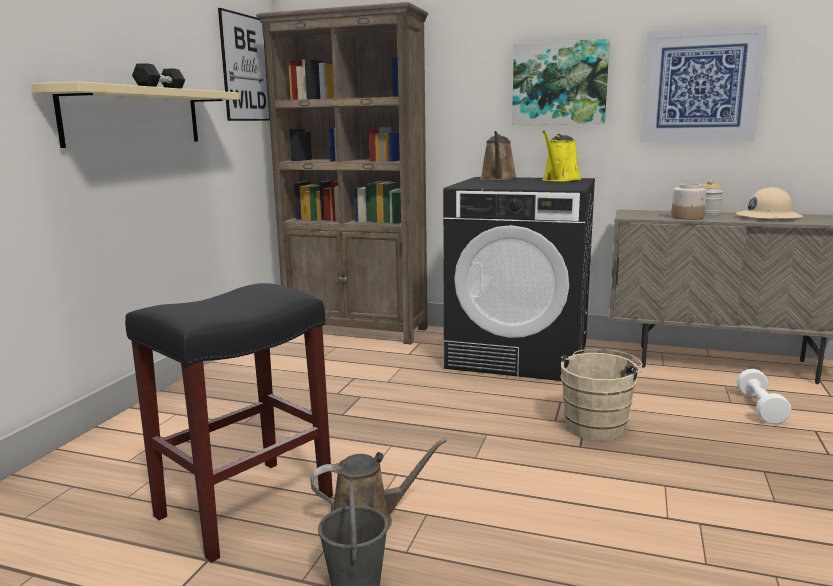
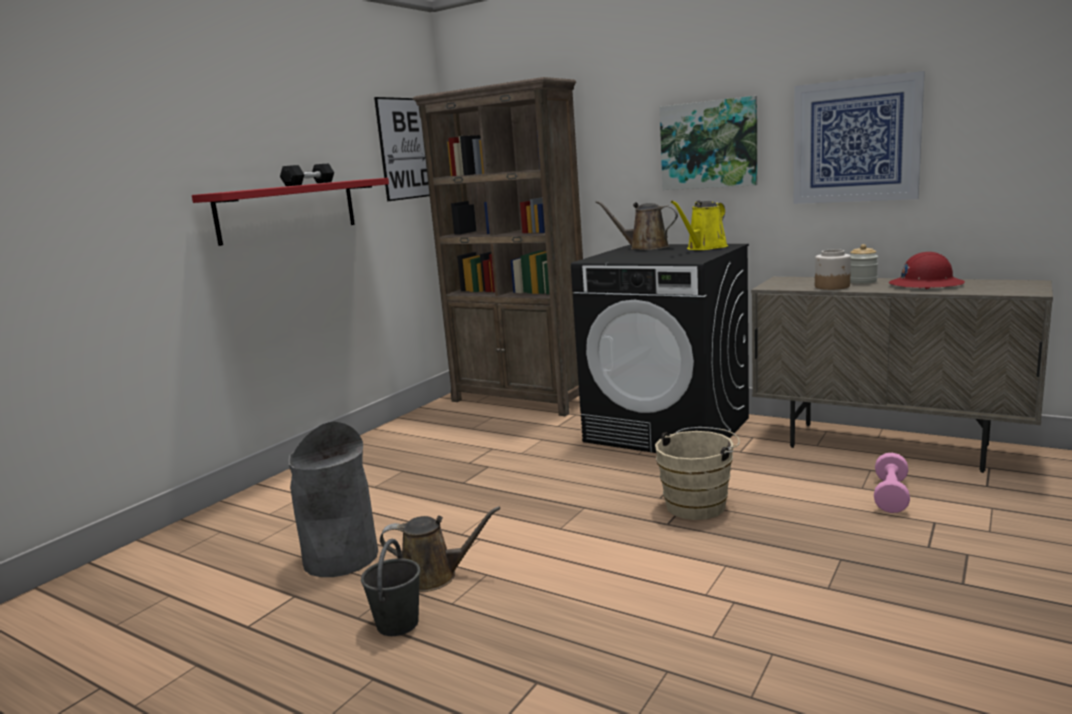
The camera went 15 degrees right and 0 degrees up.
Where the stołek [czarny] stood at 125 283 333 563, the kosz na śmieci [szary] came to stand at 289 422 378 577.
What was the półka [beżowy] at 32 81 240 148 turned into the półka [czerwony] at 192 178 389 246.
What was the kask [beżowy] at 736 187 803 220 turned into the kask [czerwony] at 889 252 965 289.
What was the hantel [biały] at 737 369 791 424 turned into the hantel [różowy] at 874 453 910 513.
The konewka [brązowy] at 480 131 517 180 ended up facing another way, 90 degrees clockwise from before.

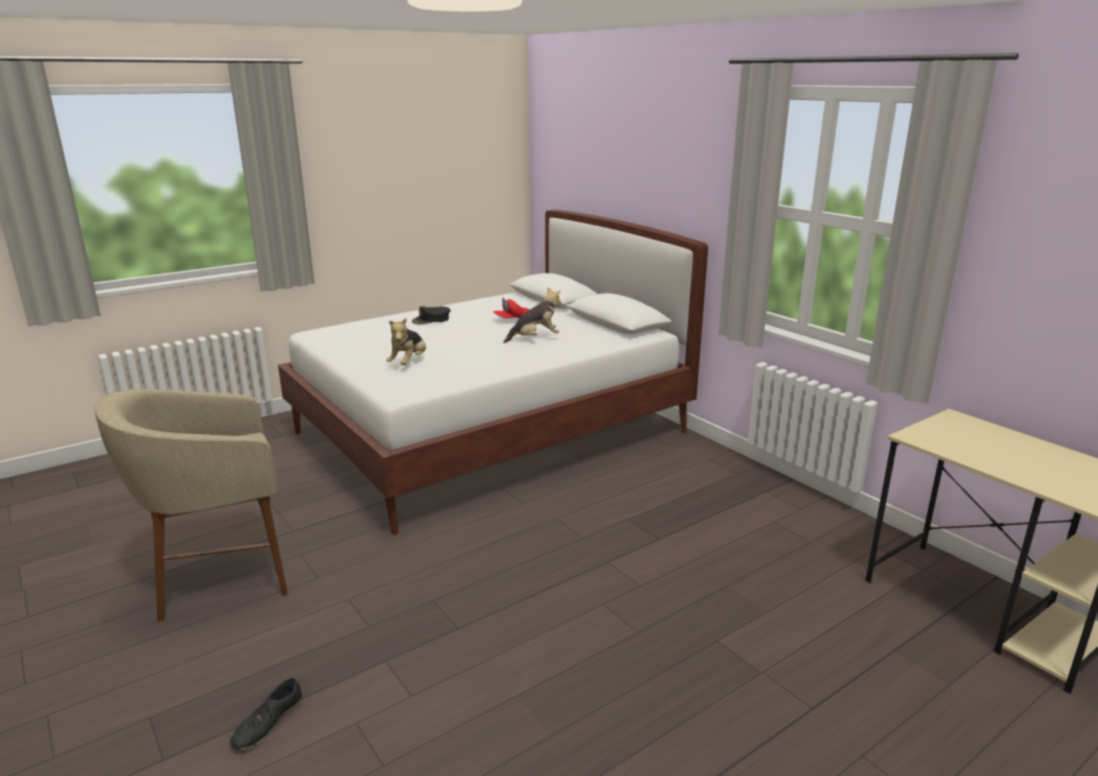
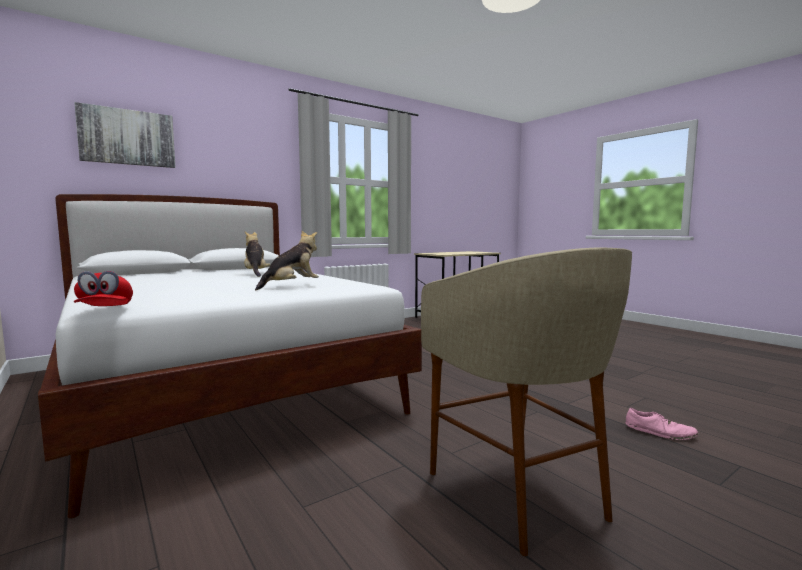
The camera went 90 degrees left and 15 degrees down.
The second view lost the czapka z daszkiem [czarny] at 412 306 451 324.
The second view gained the obraz at 74 102 176 168.
The czapka z daszkiem [czerwony] ended up elsewhere, having gone from 493 298 530 318 to 74 271 133 306.
What was the but [czarny] at 230 678 302 750 turned into the but [różowy] at 626 408 698 440.
The pluszak at 386 318 426 365 ended up facing another way, 60 degrees counterclockwise from before.

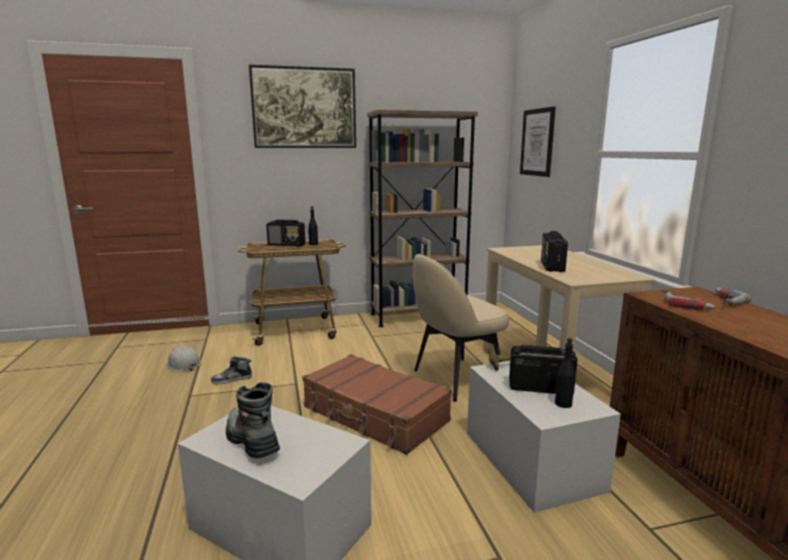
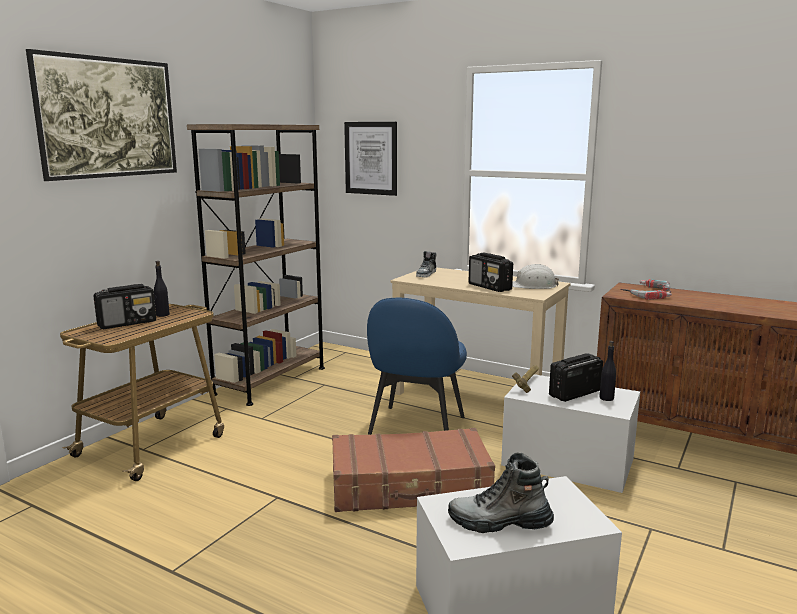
The camera went 45 degrees left and 0 degrees up.
The kask [biały] ended up elsewhere, having gone from 166 345 201 371 to 512 264 559 289.
The but ended up elsewhere, having gone from 211 356 252 385 to 416 251 437 278.
What was the krzesło [beżowy] at 413 254 509 402 turned into the krzesło [niebieski] at 367 298 467 435.

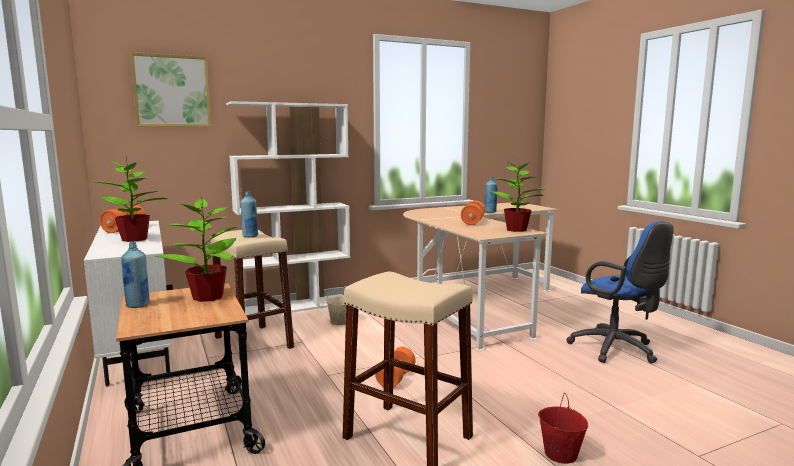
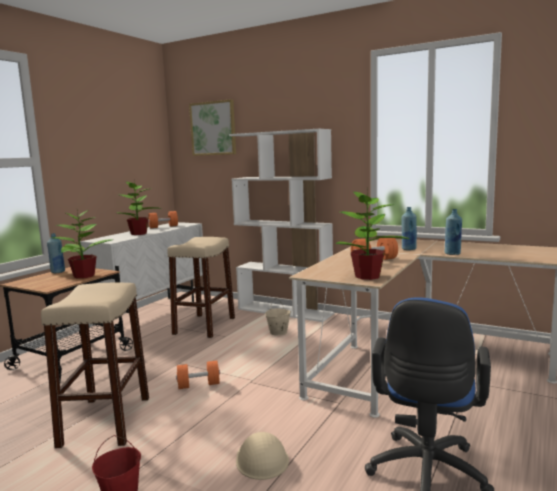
The camera went 55 degrees right and 0 degrees up.
The second view gained the kask [beżowy] at 236 432 289 480.
The butelka [niebieski] ended up elsewhere, having gone from 240 191 258 238 to 402 207 417 250.

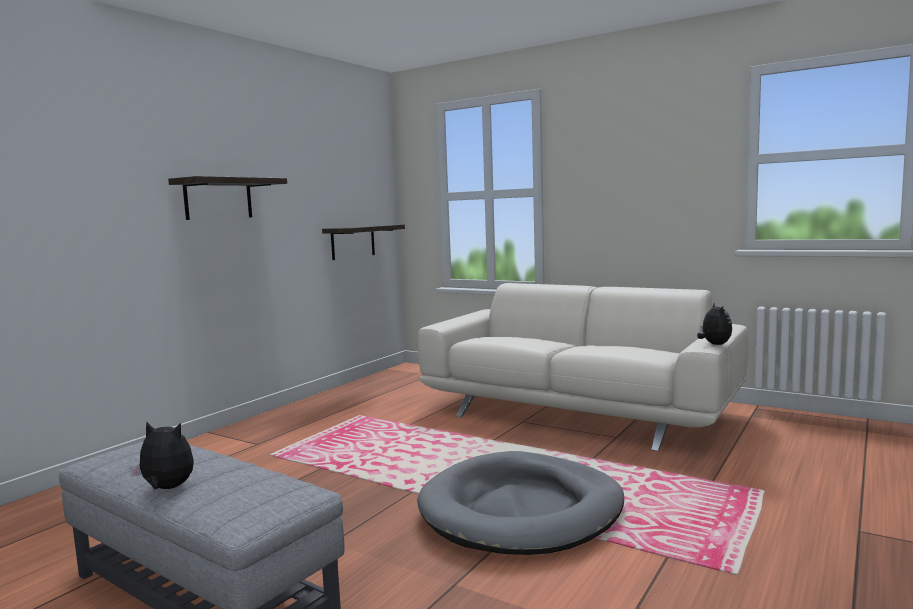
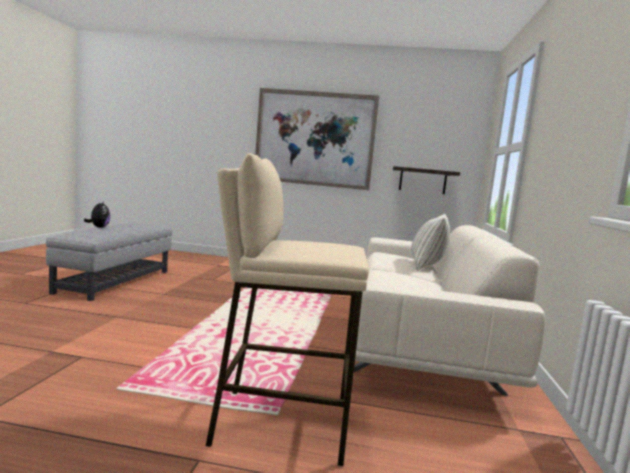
The camera went 65 degrees right and 0 degrees up.
The second view lost the legowisko [szary] at 417 451 624 555.
The second view lost the pluszak at 697 303 732 345.
The second view gained the stołek [beżowy] at 206 153 369 467.
The second view gained the poduszka at 411 214 450 270.
Where the półka hung at 168 176 287 220, the obraz came to hang at 255 88 379 190.

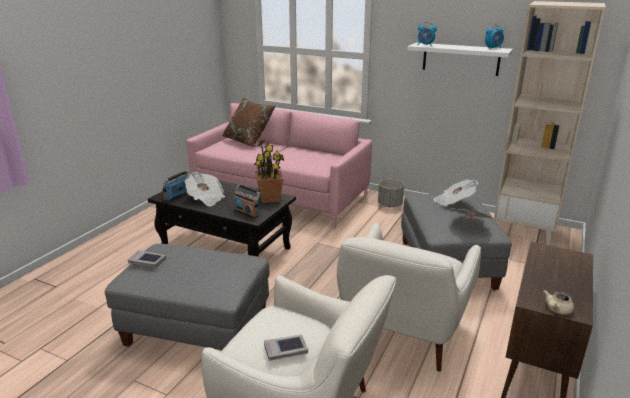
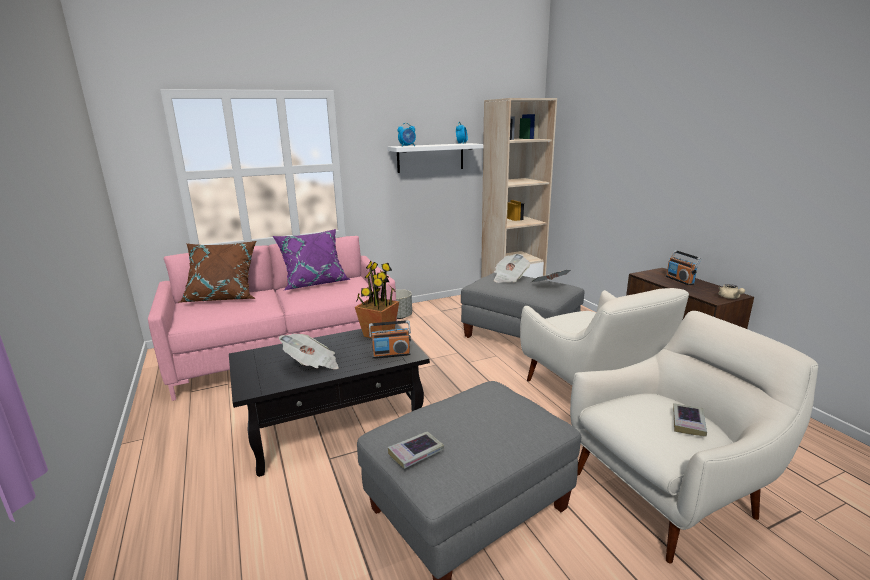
The camera went 50 degrees left and 5 degrees down.
The second view gained the poduszka [fioletowy] at 273 229 351 290.
The radio ended up elsewhere, having gone from 163 170 188 202 to 666 250 702 285.

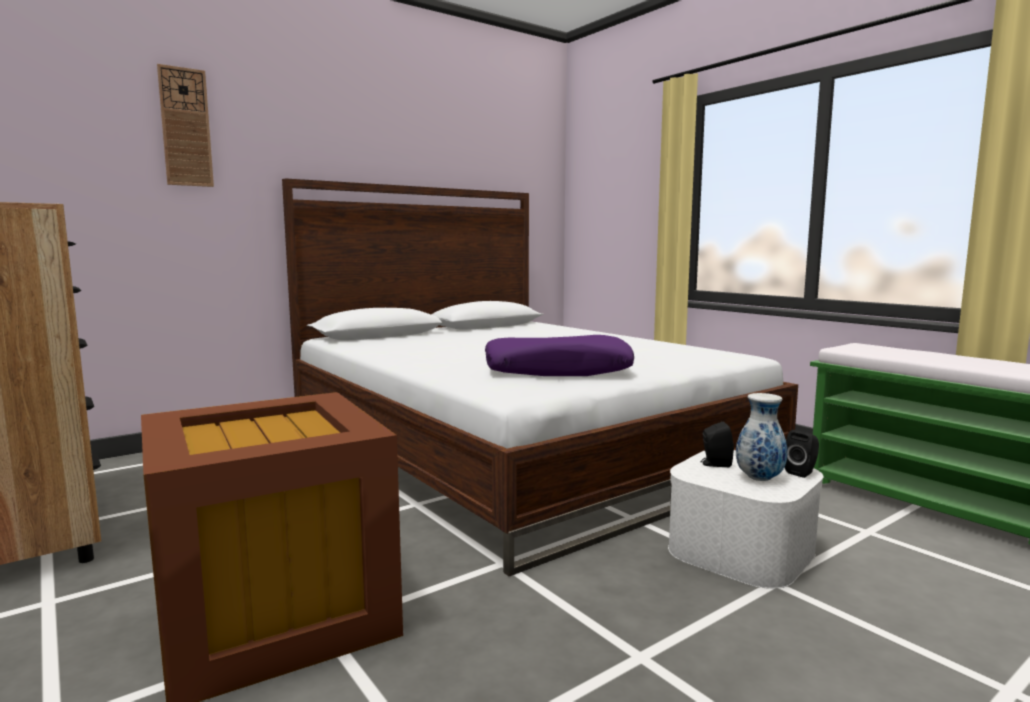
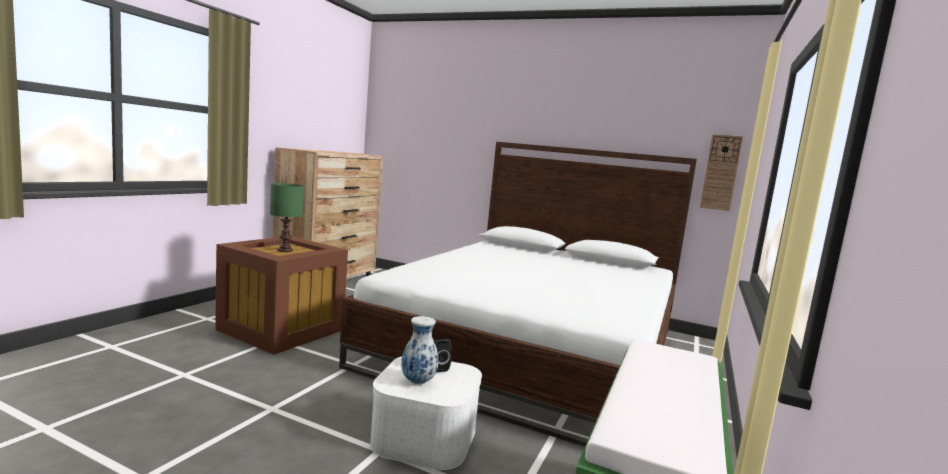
The camera went 60 degrees right and 0 degrees up.
The second view lost the poduszka [fioletowy] at 485 335 634 376.
The second view lost the głośnik [czarny] at 785 430 819 478.
The second view gained the lampa stołowa [zielony] at 270 183 304 252.
The zegar ścienny ended up elsewhere, having gone from 157 64 214 187 to 700 134 743 211.

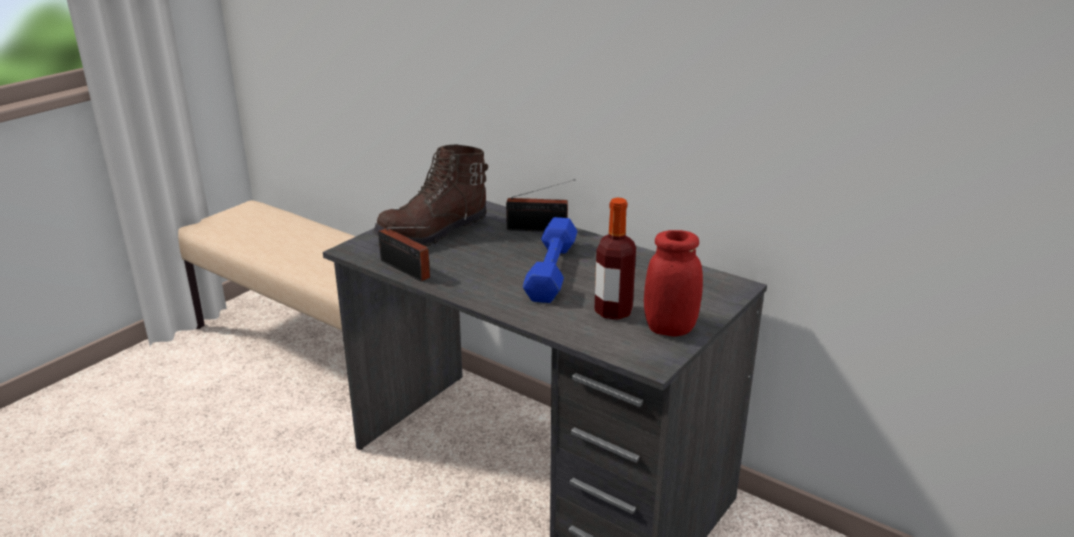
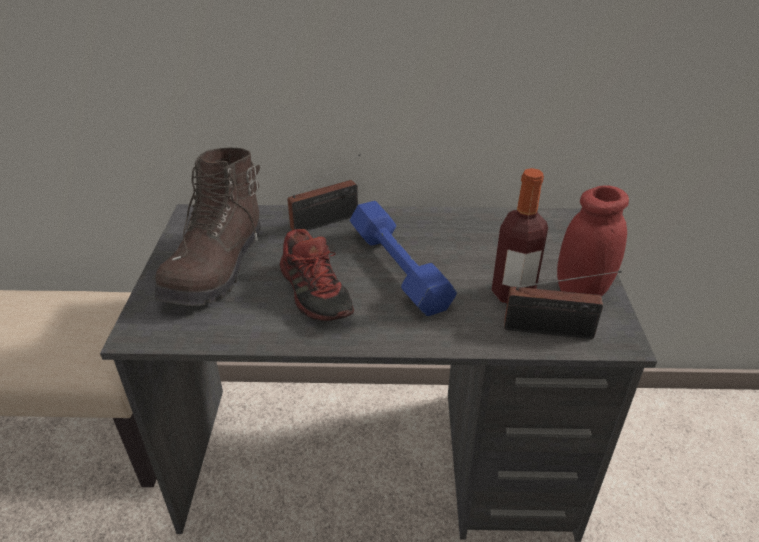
The camera went 35 degrees left and 10 degrees up.
The second view gained the but at 280 229 354 321.
The radio ended up elsewhere, having gone from 378 227 430 281 to 505 271 622 339.

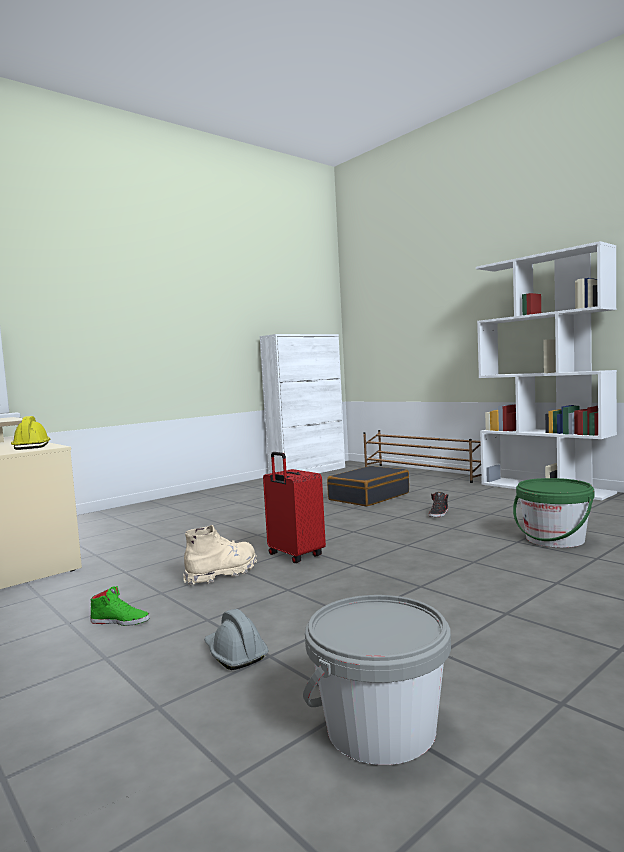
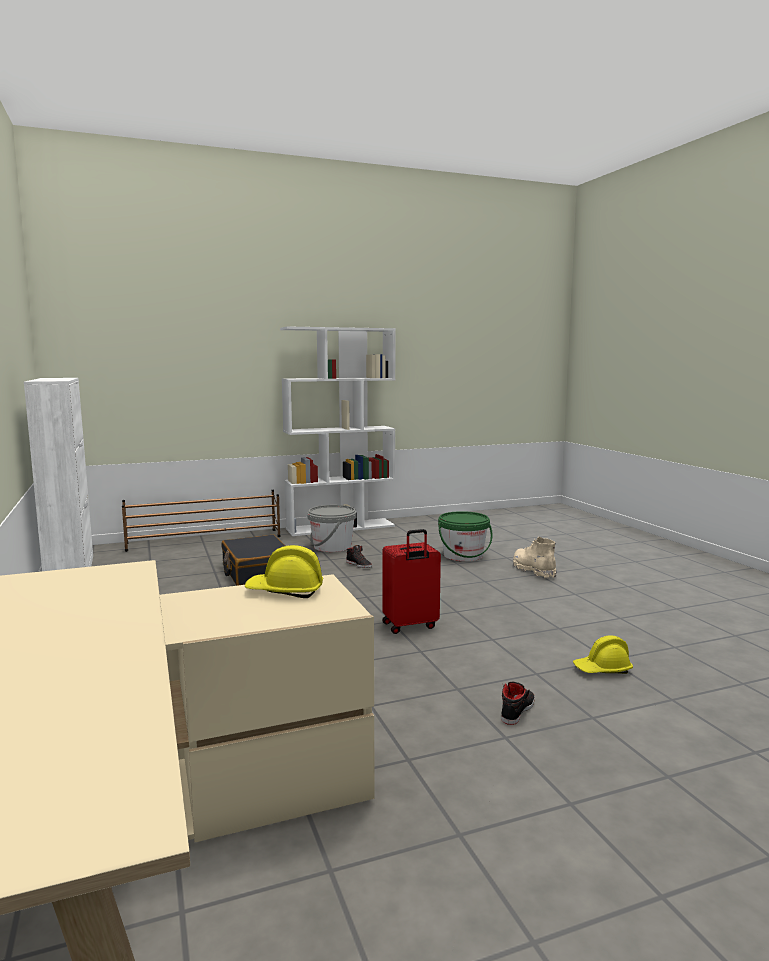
The camera went 70 degrees left and 5 degrees up.
The but z cholewką [beżowy] ended up elsewhere, having gone from 183 525 257 585 to 513 537 556 579.
The wiadro [szary] ended up elsewhere, having gone from 303 595 451 765 to 307 505 357 552.
What was the but [zielony] at 90 586 150 626 turned into the but [czarny] at 501 682 535 725.
What was the kask [szary] at 204 609 269 670 turned into the kask [żółty] at 573 635 633 674.

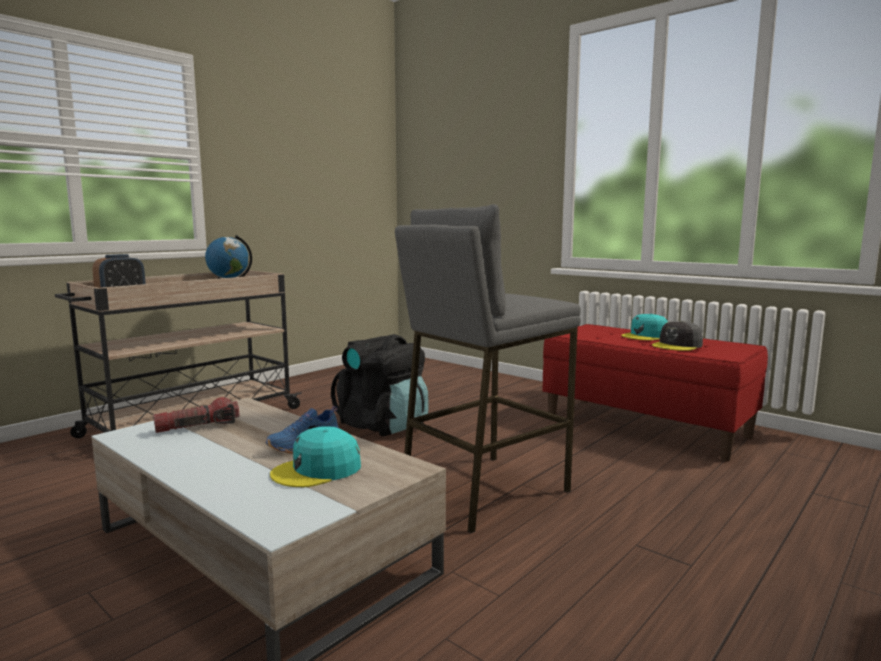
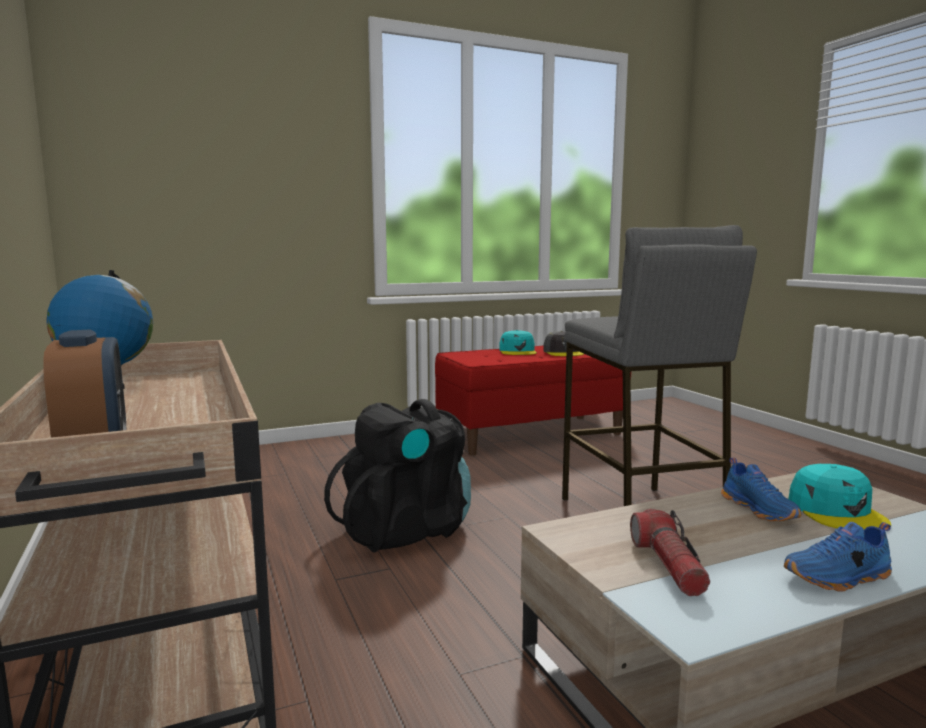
The camera went 65 degrees left and 0 degrees up.
The second view gained the but [niebieski] at 784 522 892 592.

